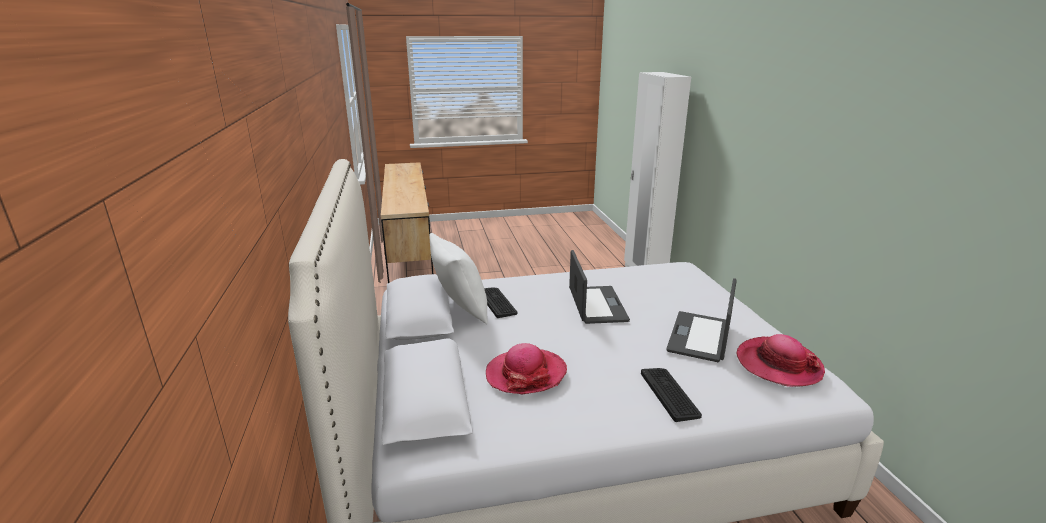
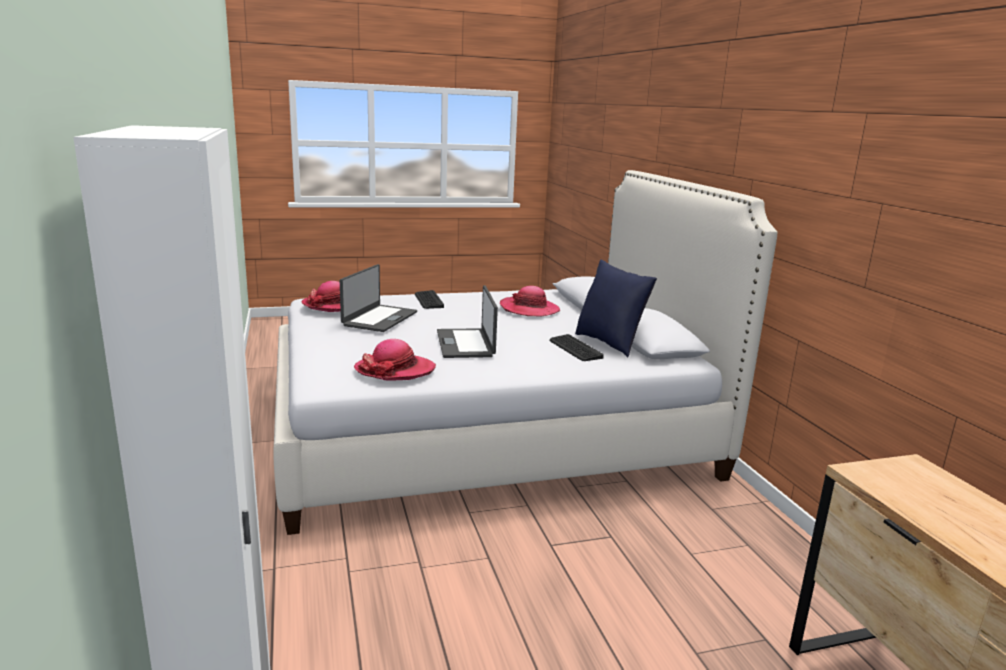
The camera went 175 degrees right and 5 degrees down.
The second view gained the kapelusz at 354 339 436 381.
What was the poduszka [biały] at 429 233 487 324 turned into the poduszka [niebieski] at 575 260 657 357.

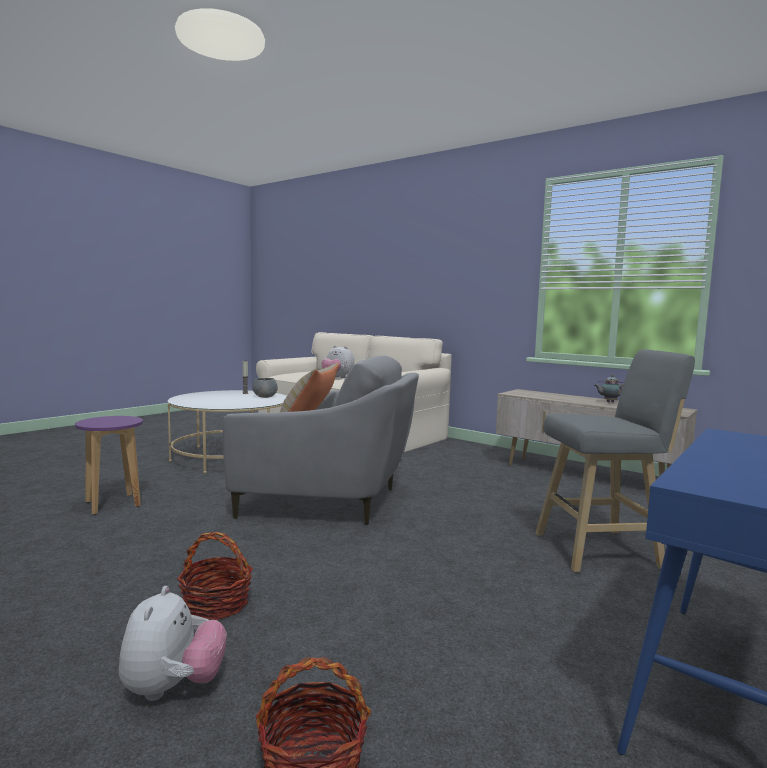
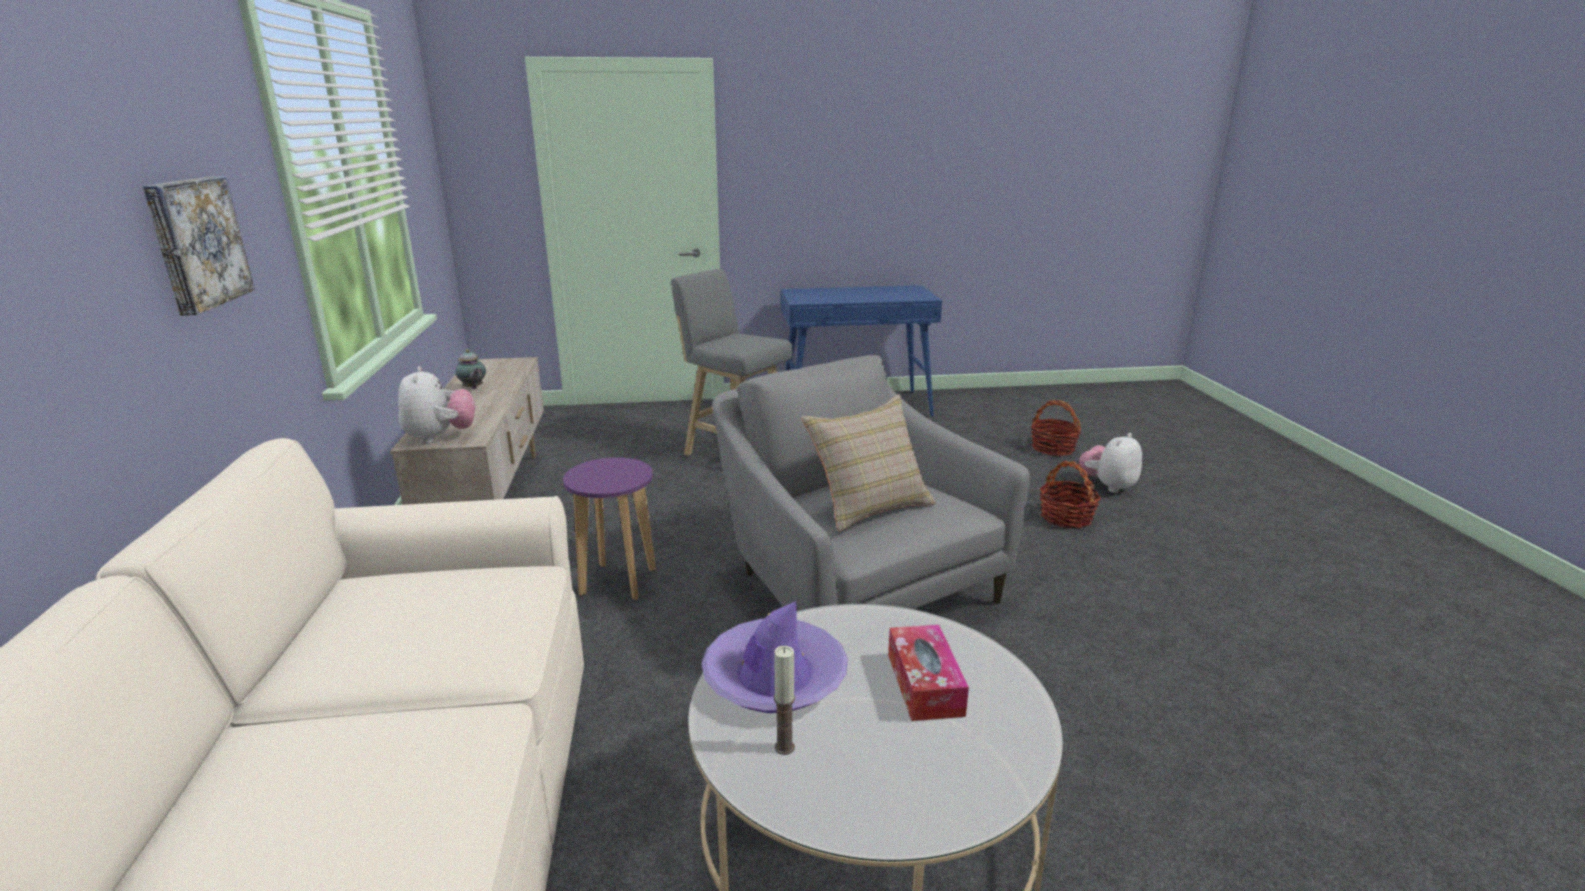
The camera went 135 degrees left and 15 degrees up.
The second view gained the obraz at 143 176 255 316.
The second view gained the pudełko chusteczek at 888 625 969 721.
The stołek [fioletowy] ended up elsewhere, having gone from 75 416 143 515 to 563 457 656 600.
The pluszak ended up elsewhere, having gone from 321 345 354 378 to 398 366 475 444.
Where the miska [szary] stood at 252 378 278 398, the kapelusz [fioletowy] came to stand at 701 601 848 713.

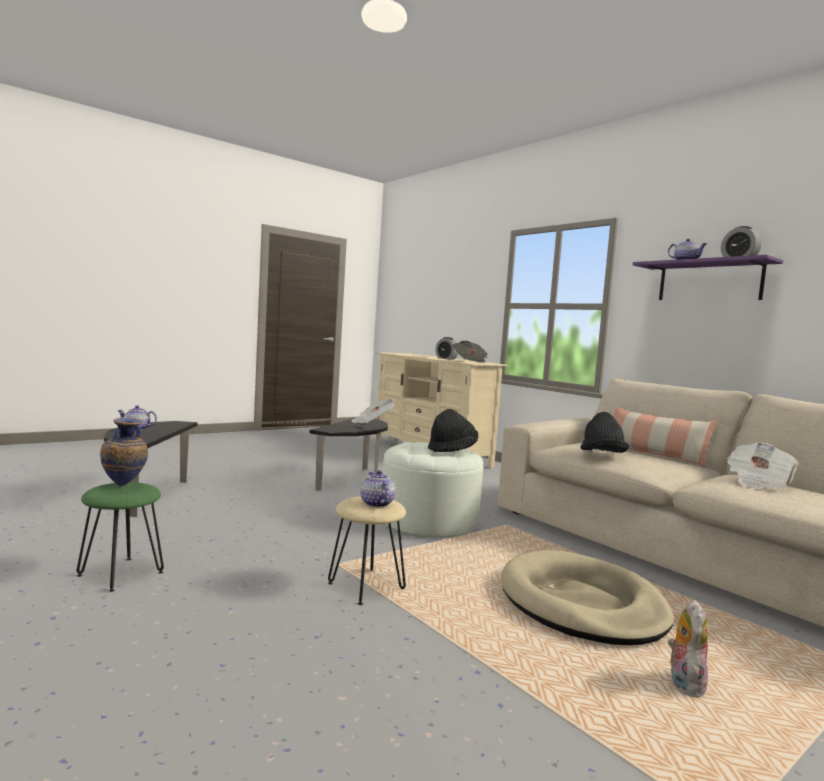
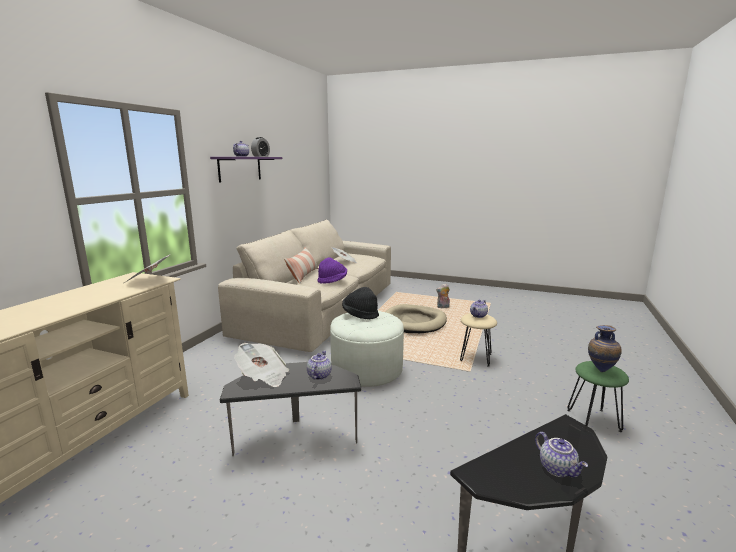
The camera went 120 degrees left and 10 degrees up.
The second view lost the budzik at 435 337 458 360.
The second view gained the imbryk at 307 351 332 380.
What was the kapelusz [czarny] at 581 412 629 453 turned into the kapelusz [fioletowy] at 317 257 347 284.

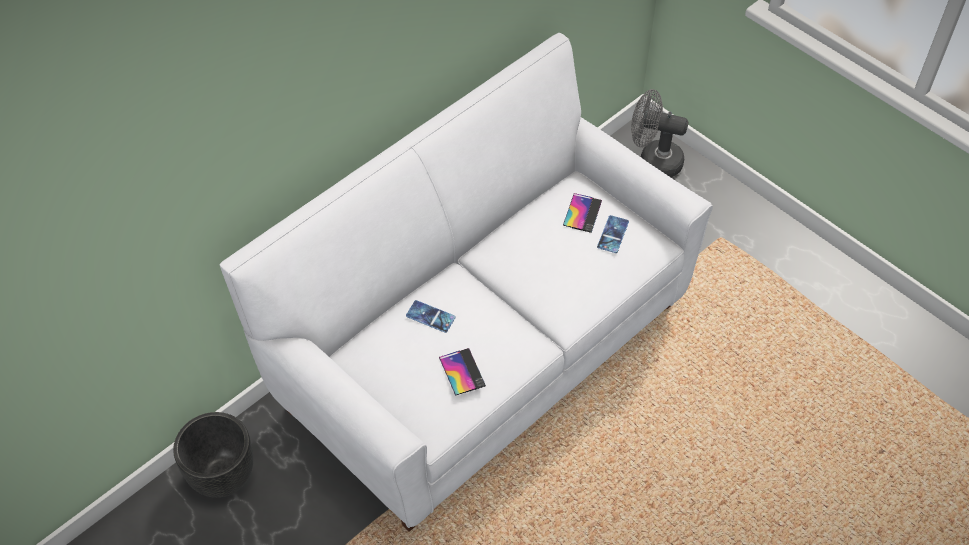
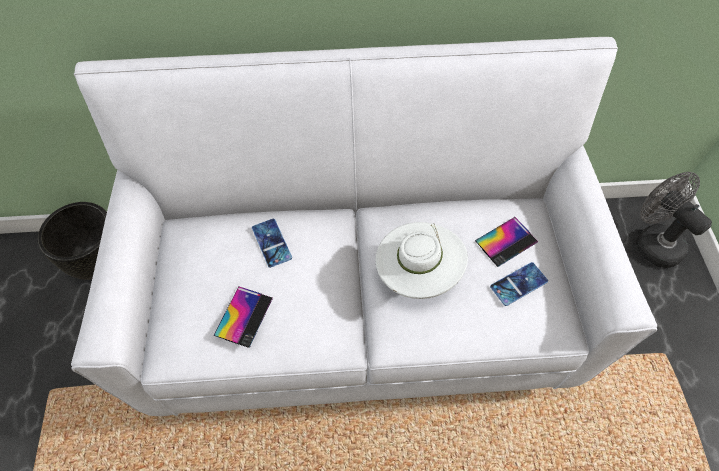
The camera went 40 degrees right and 5 degrees up.
The second view gained the kapelusz [biały] at 375 222 468 299.

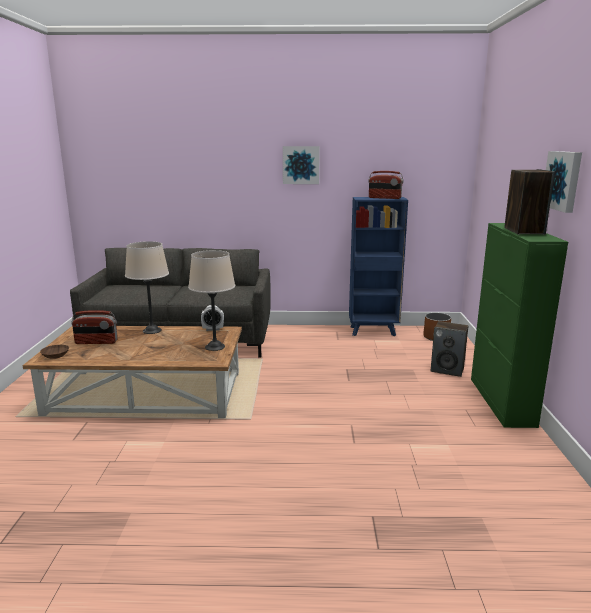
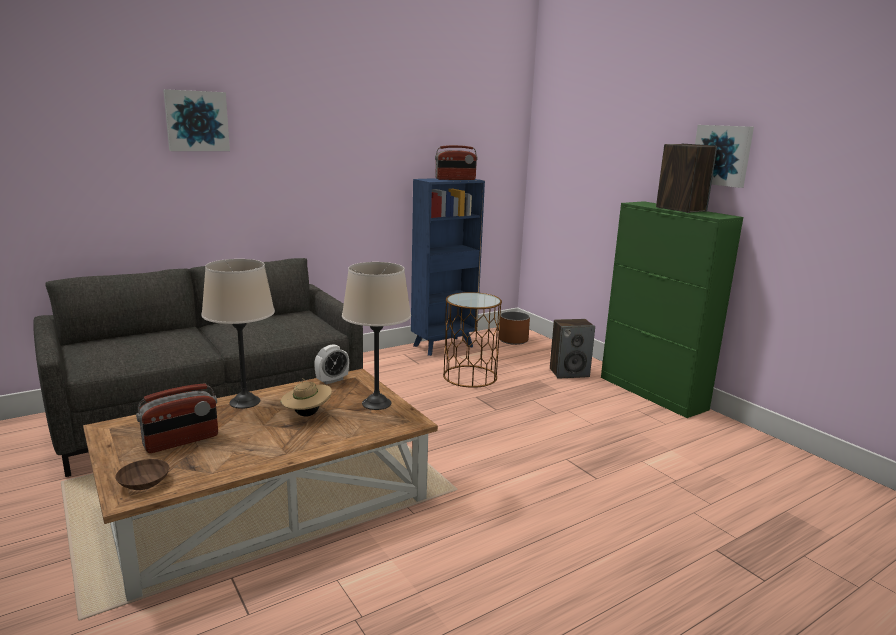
The camera went 35 degrees left and 0 degrees up.
The second view gained the kapelusz [beżowy] at 281 378 332 417.
The second view gained the stolik [brązowy] at 443 292 502 388.
The obraz ended up elsewhere, having gone from 283 146 320 184 to 163 89 230 151.

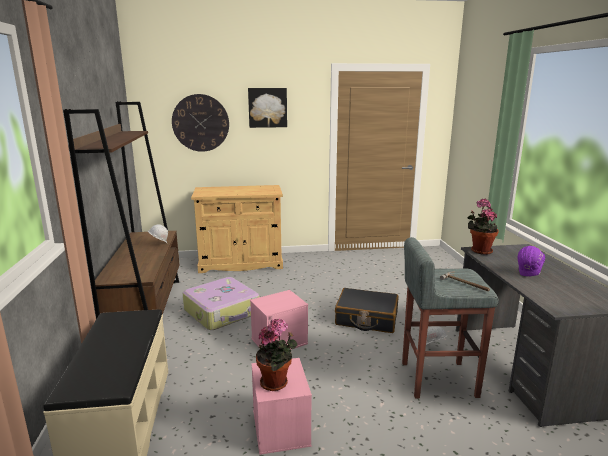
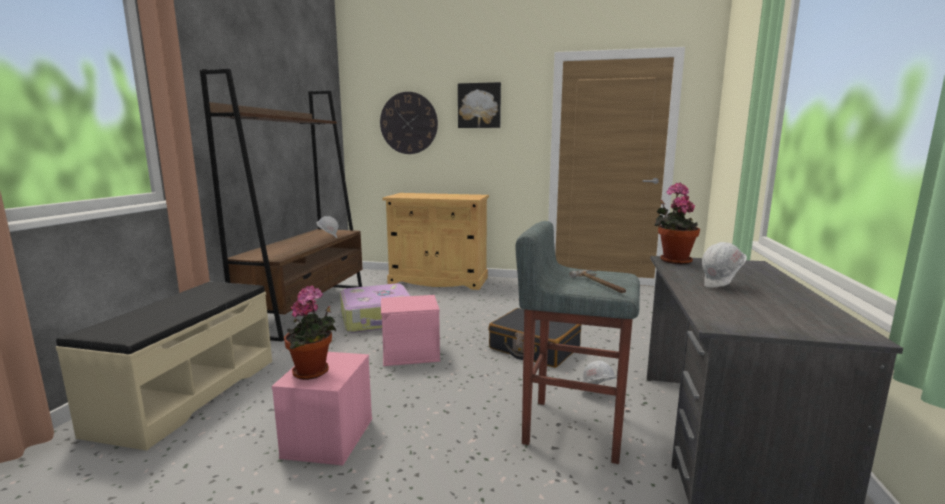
The camera went 20 degrees right and 5 degrees down.
What was the kask [fioletowy] at 518 246 545 276 turned into the kask [biały] at 702 242 747 288.

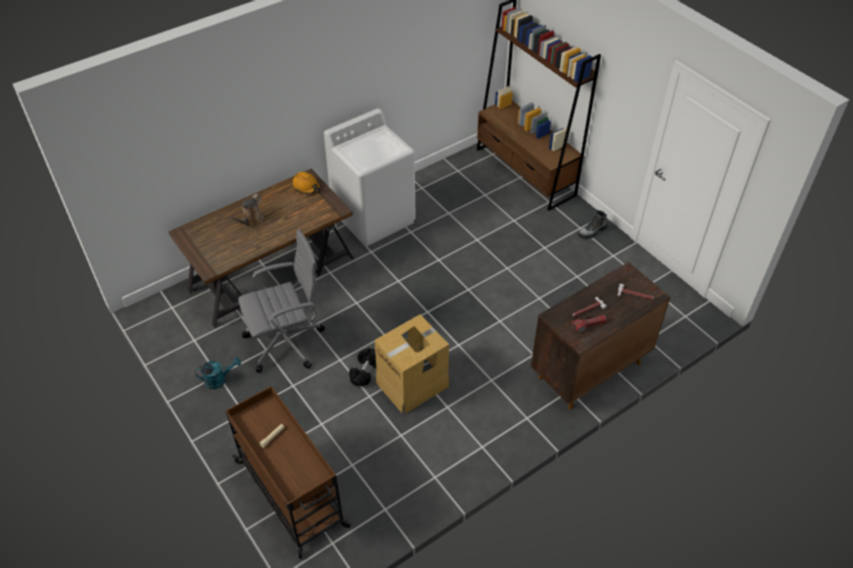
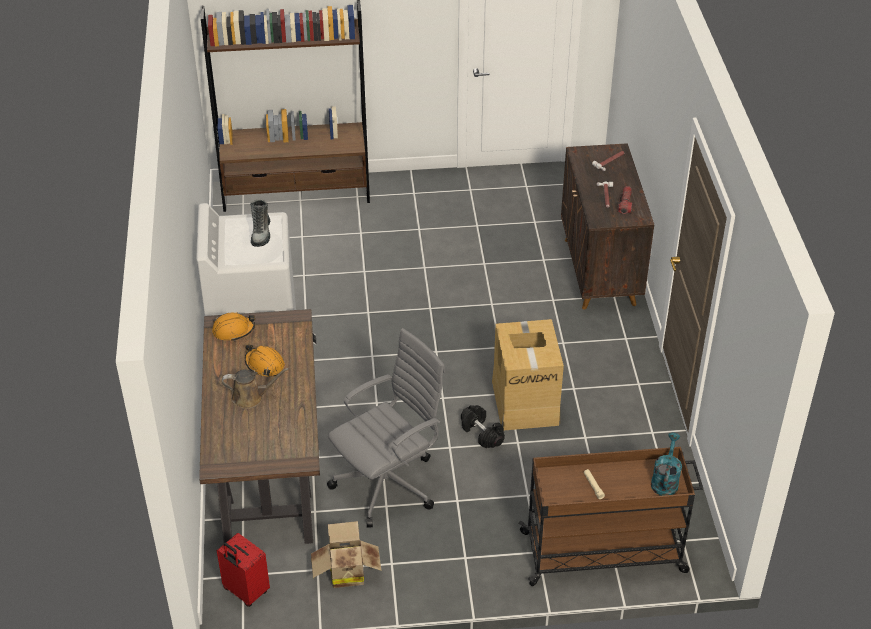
The camera went 60 degrees left and 5 degrees down.
The second view gained the walizka [czerwony] at 217 533 270 607.
The second view gained the kask [pomarańczowy] at 245 344 285 376.
The second view gained the karton at 311 521 381 588.
The konewka [turkusowy] ended up elsewhere, having gone from 195 358 241 389 to 651 433 682 496.
The but z cholewką ended up elsewhere, having gone from 578 210 608 239 to 250 200 270 247.
The konewka [brązowy] at 229 194 264 227 ended up facing another way, 60 degrees counterclockwise from before.
The krzesło biurowe [szary] at 238 229 325 373 ended up facing another way, 45 degrees clockwise from before.

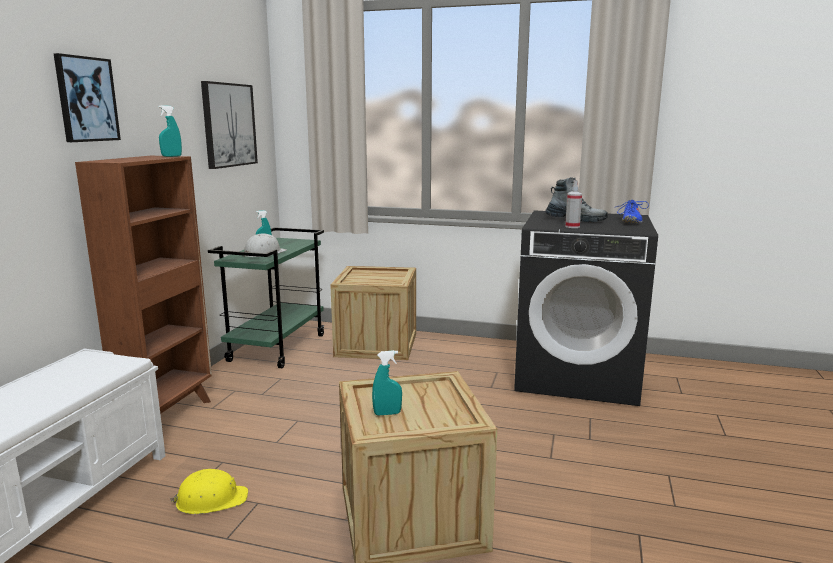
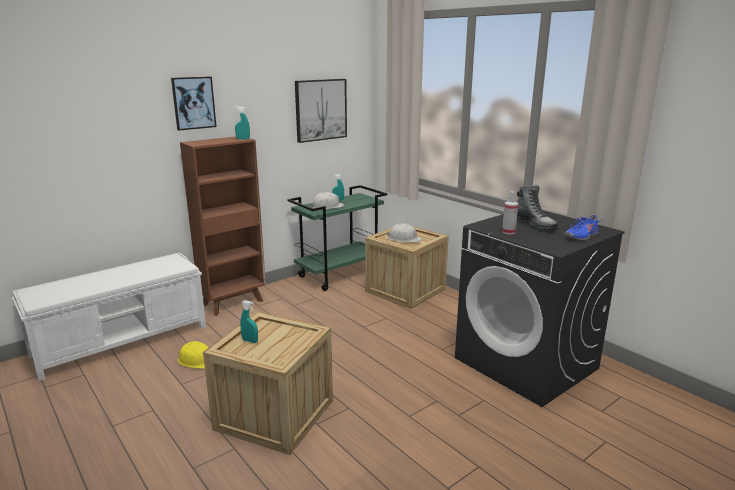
The camera went 35 degrees right and 5 degrees up.
The second view gained the kask [biały] at 387 223 422 243.

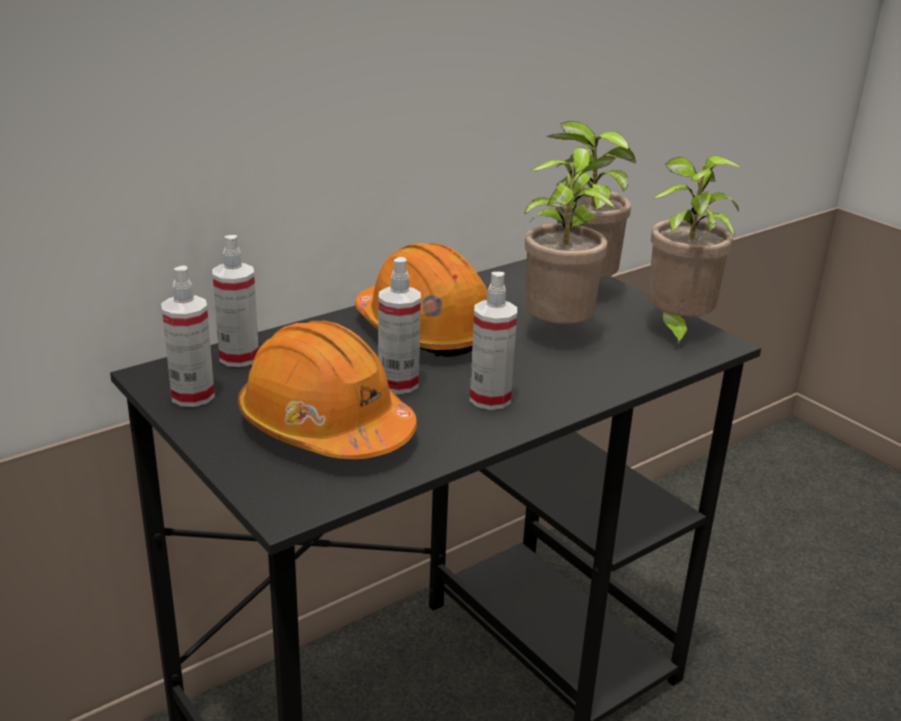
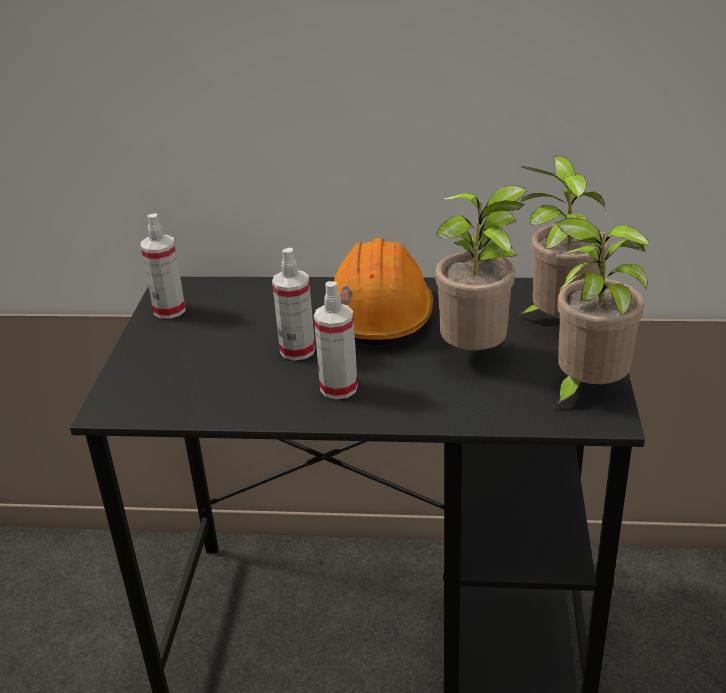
The camera went 45 degrees right and 5 degrees up.
The second view lost the spryskiwacz at 212 235 259 367.
The second view lost the kask [pomarańczowy] at 238 321 417 459.

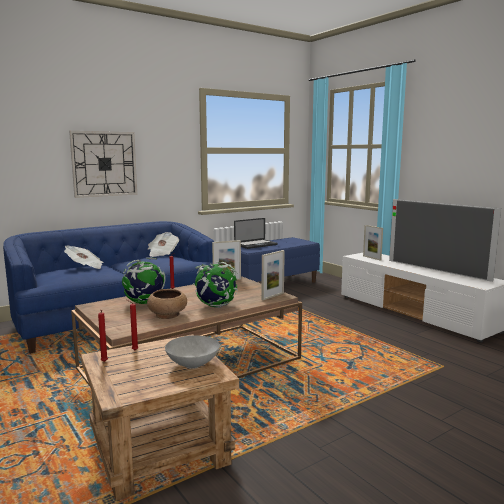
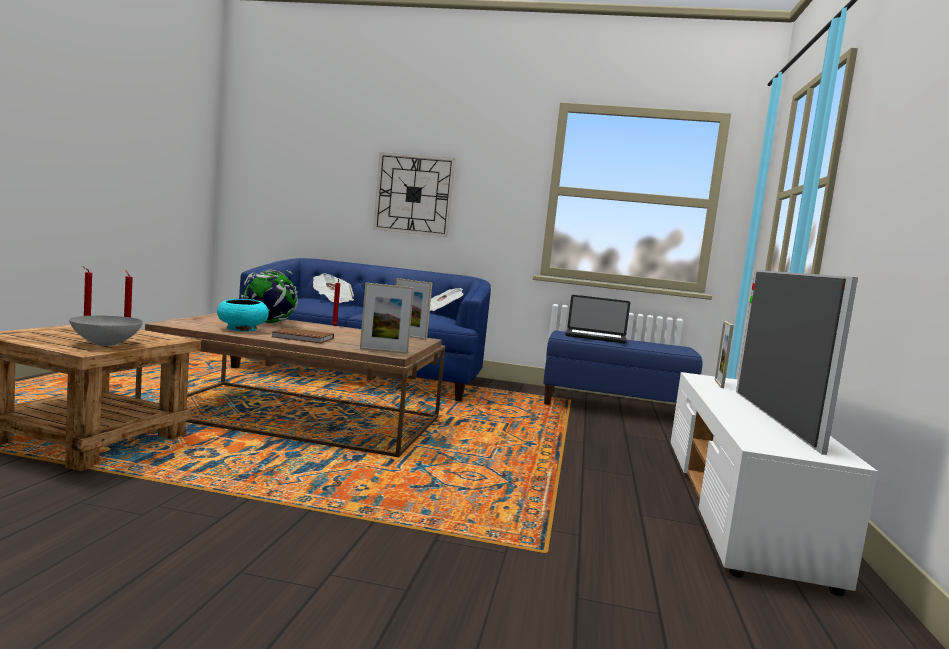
The camera went 45 degrees right and 5 degrees down.
Where the globus stood at 193 262 238 308, the książka [brązowy] came to stand at 272 328 334 343.
What was the miska [brązowy] at 147 289 187 319 turned into the miska [turkusowy] at 217 299 269 331.

